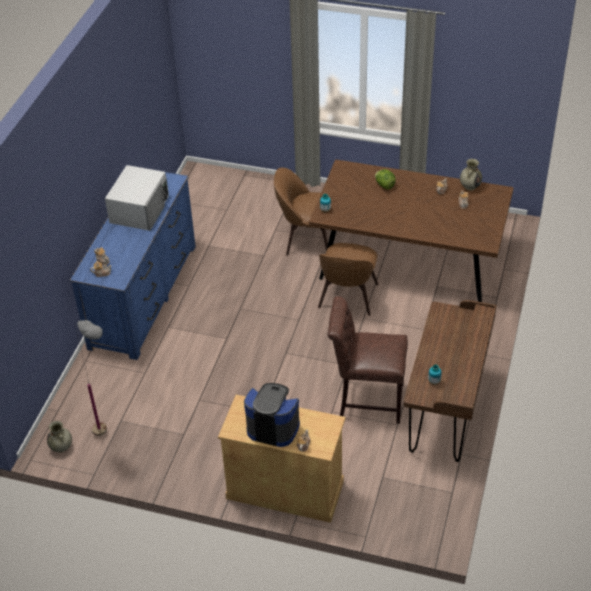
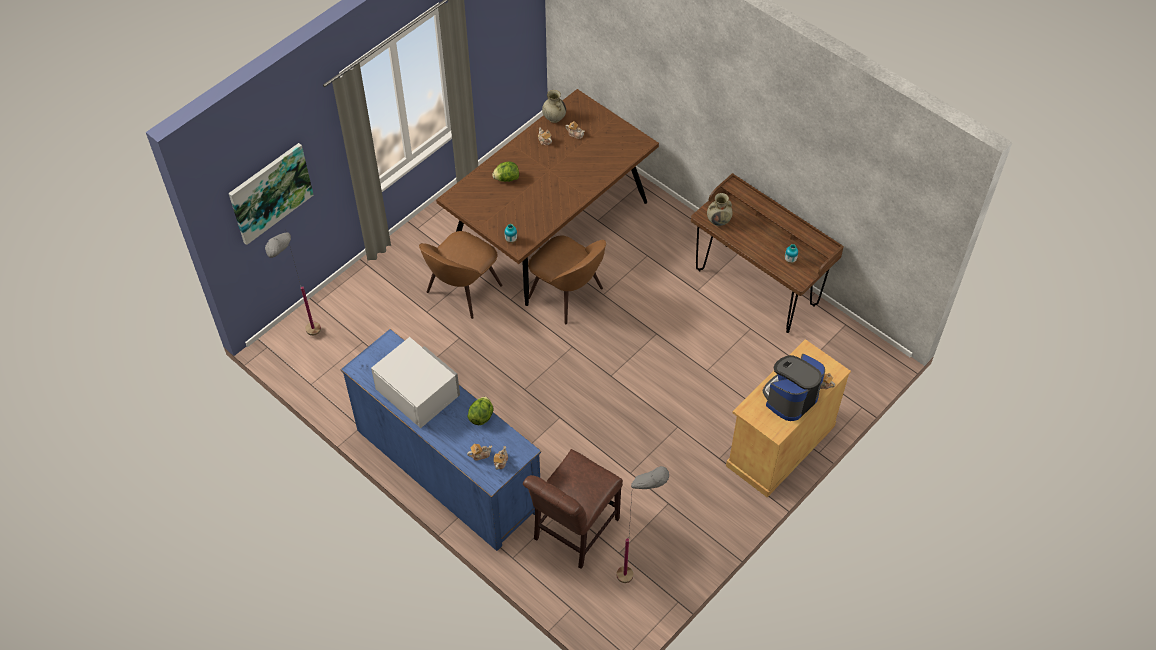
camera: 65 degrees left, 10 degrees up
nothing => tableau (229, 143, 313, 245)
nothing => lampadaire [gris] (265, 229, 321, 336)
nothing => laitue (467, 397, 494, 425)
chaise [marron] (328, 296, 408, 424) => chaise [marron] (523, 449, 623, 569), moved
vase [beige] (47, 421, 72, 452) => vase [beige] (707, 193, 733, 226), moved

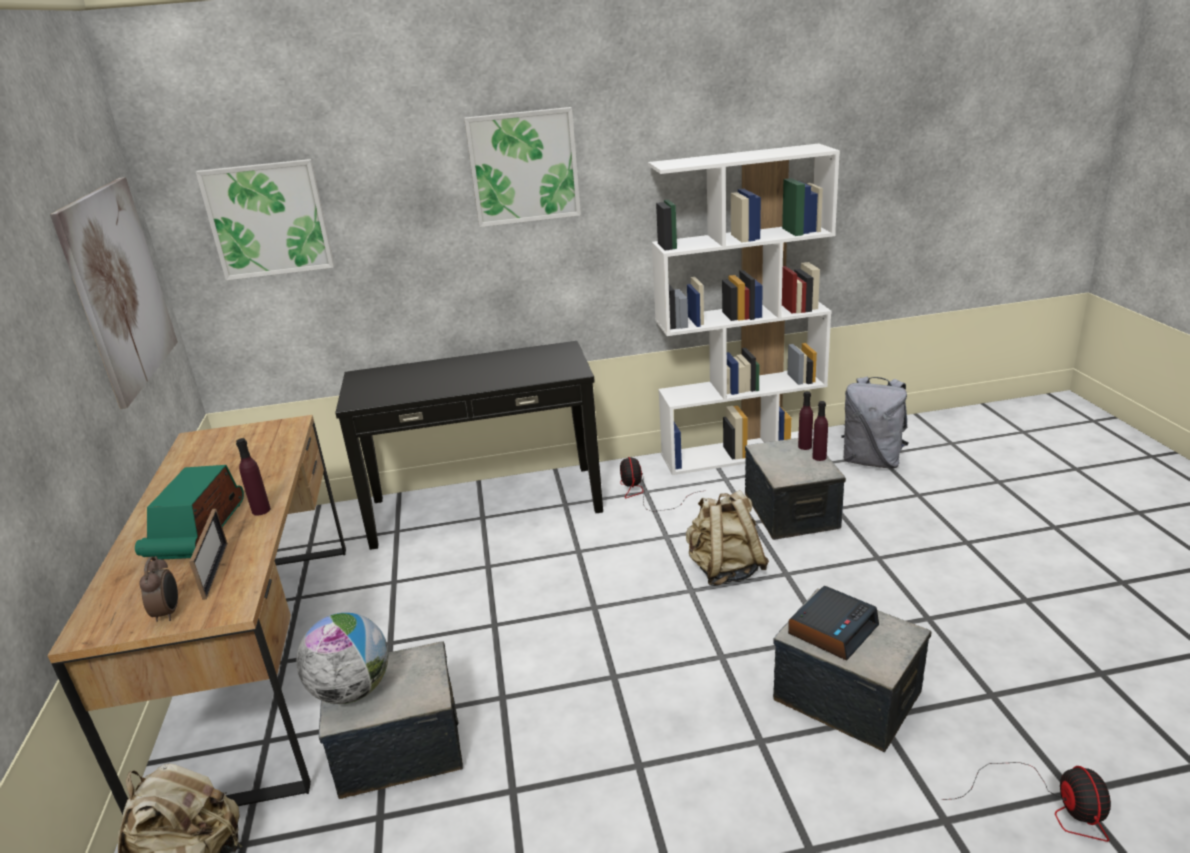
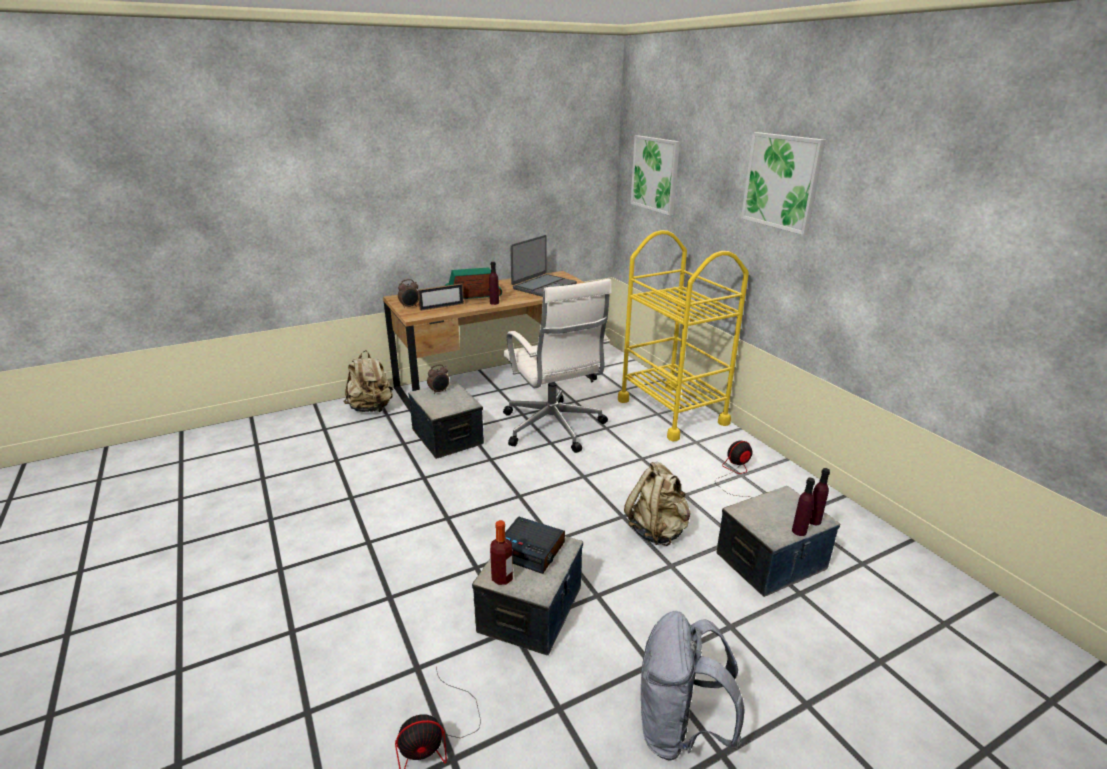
camera: 70 degrees right, 0 degrees up
globe (296, 613, 389, 704) => réveil (427, 364, 449, 394)
nothing => bouteille (490, 520, 513, 585)
nothing => chaise de bureau [blanc] (503, 279, 612, 453)
nothing => ordinateur portable (510, 235, 577, 297)
table console [noir] (335, 341, 603, 550) => chariot [jaune] (618, 230, 749, 442)
sac à dos [gris] (841, 377, 909, 469) => sac à dos [gris] (641, 611, 745, 761), moved
tableau (50, 177, 178, 409) => nothing
bibliothèque [blanc] (648, 144, 840, 475) => nothing

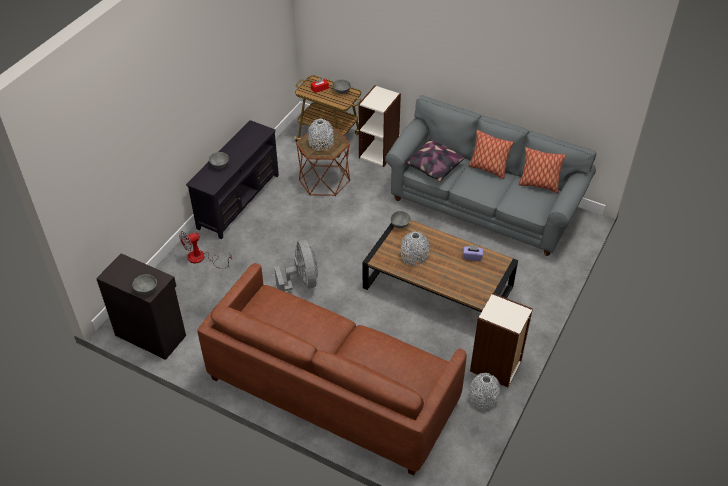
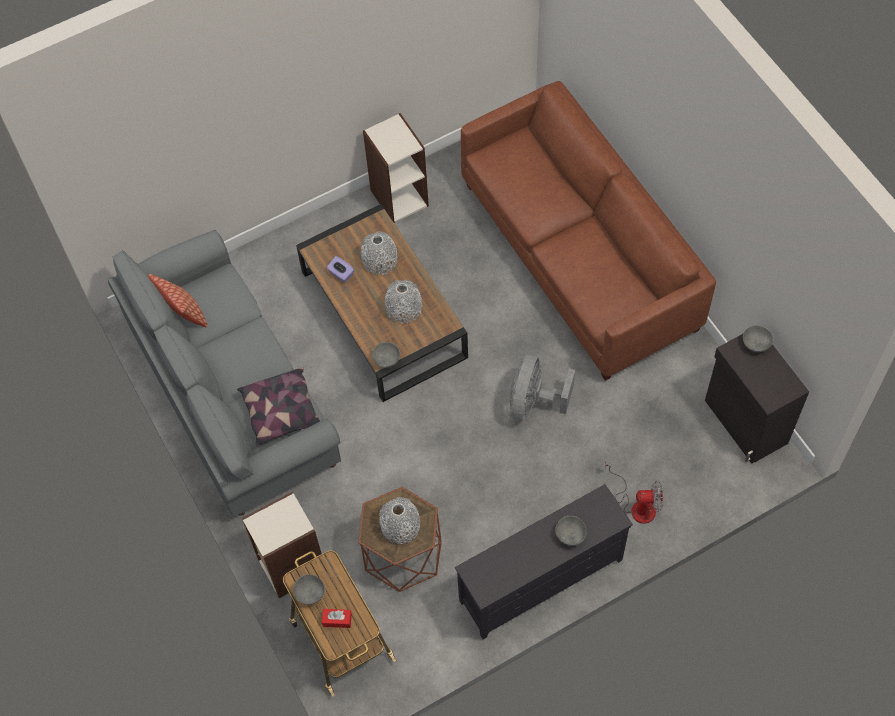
camera: 145 degrees left, 15 degrees up
vase [gris] (469, 373, 501, 410) => vase [gris] (361, 231, 397, 275), moved
coussin (469, 130, 514, 179) => nothing

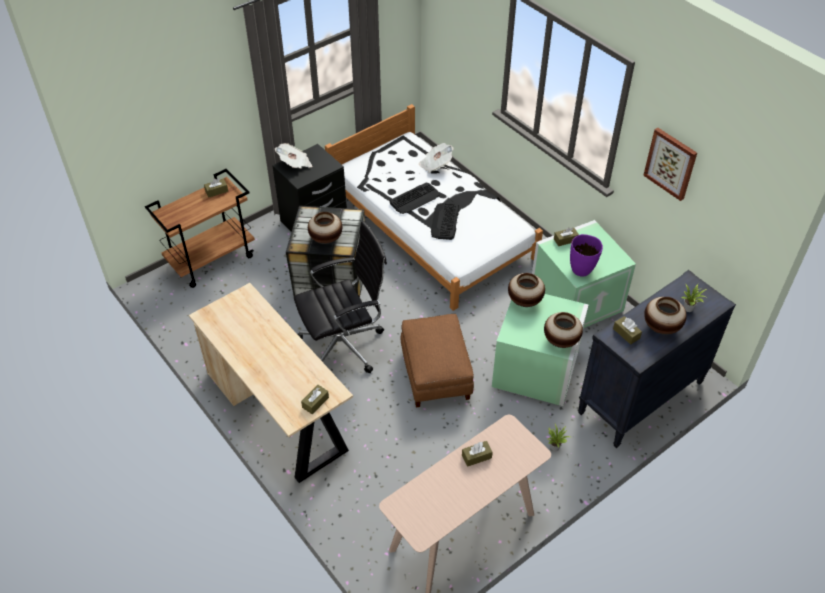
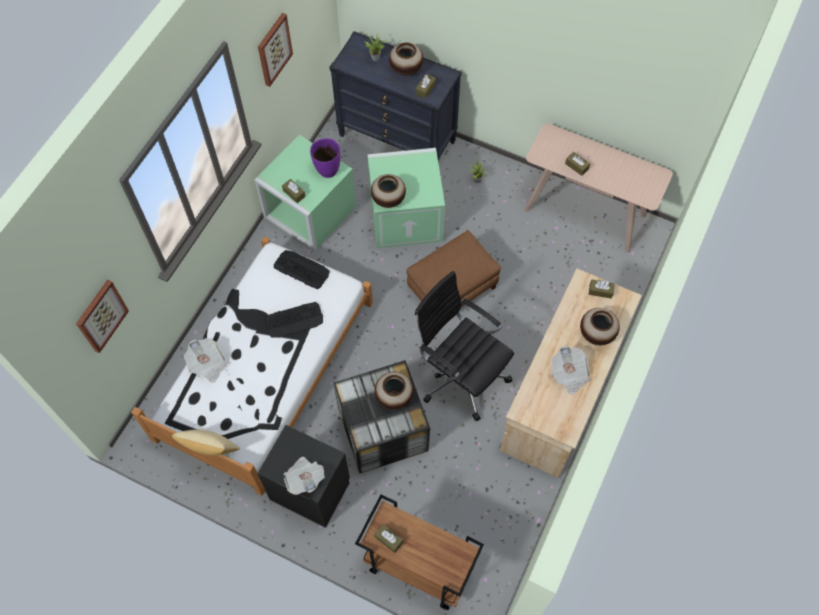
camera: 115 degrees left, 15 degrees up
nothing => tableau (76, 280, 129, 353)
nothing => coussin (172, 430, 240, 455)
clavier (390, 182, 440, 214) => clavier (274, 250, 330, 289), moved
nothing => journal (551, 345, 590, 395)
vase (544, 312, 583, 348) => vase (580, 308, 620, 345), moved

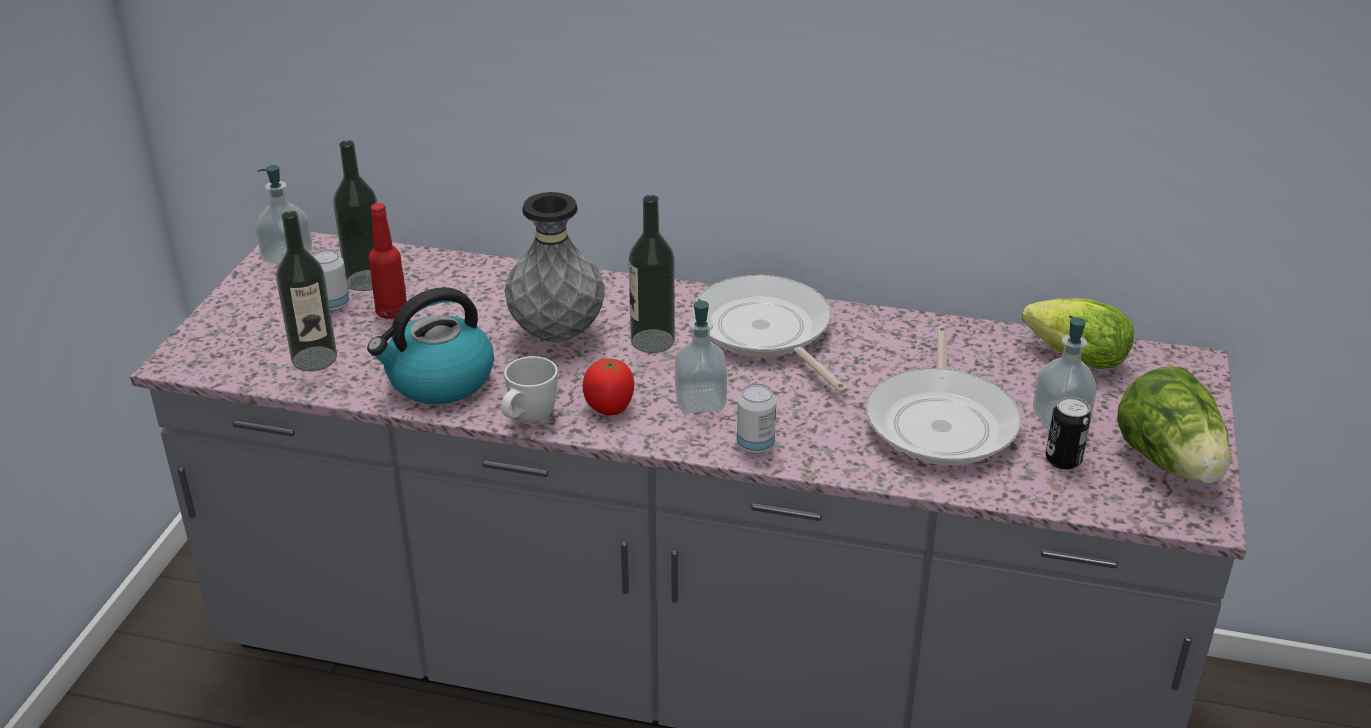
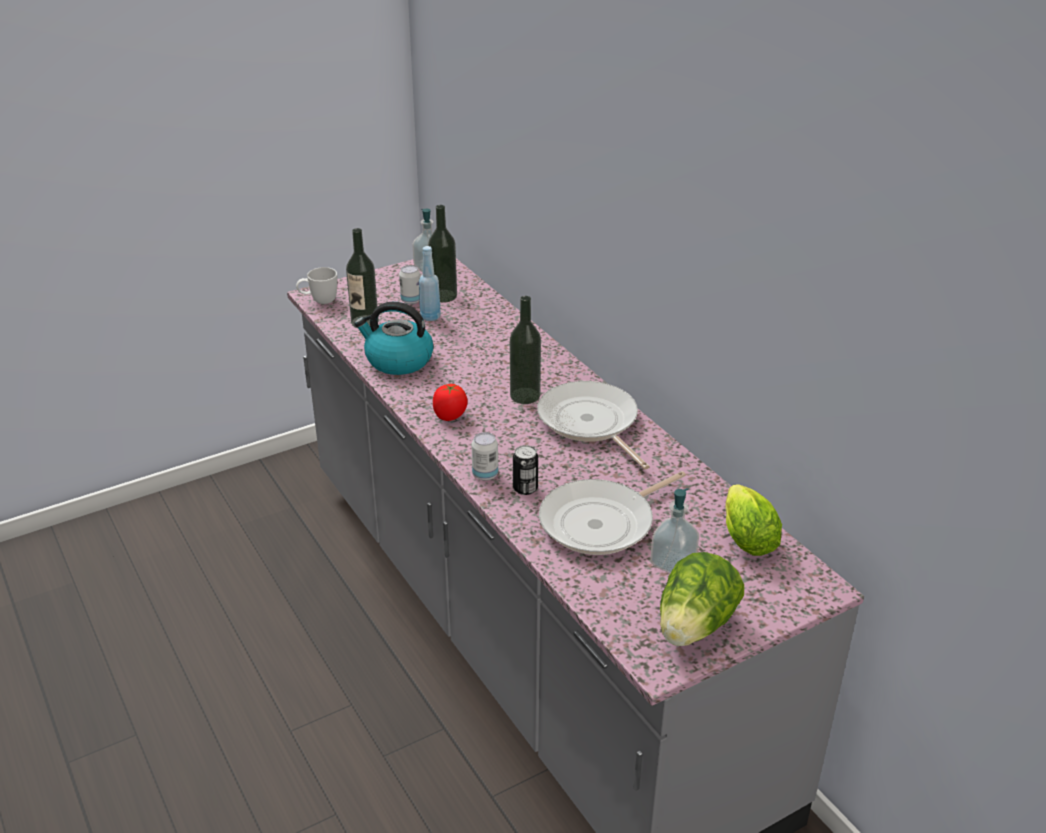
camera: 45 degrees right, 0 degrees up
mug [blanc] (501, 356, 558, 422) => mug [blanc] (296, 267, 337, 304), moved
bouteille [rouge] (369, 203, 407, 319) => bouteille [bleu] (419, 246, 441, 321)
boîte métallique (1046, 397, 1091, 469) => boîte métallique (513, 445, 538, 495), moved
poêle (692, 275, 848, 394) => poêle (537, 381, 650, 470), 45 degrees counterclockwise
vase [gris] (505, 192, 605, 342) => nothing
distributeur de savon (675, 299, 727, 413) => nothing

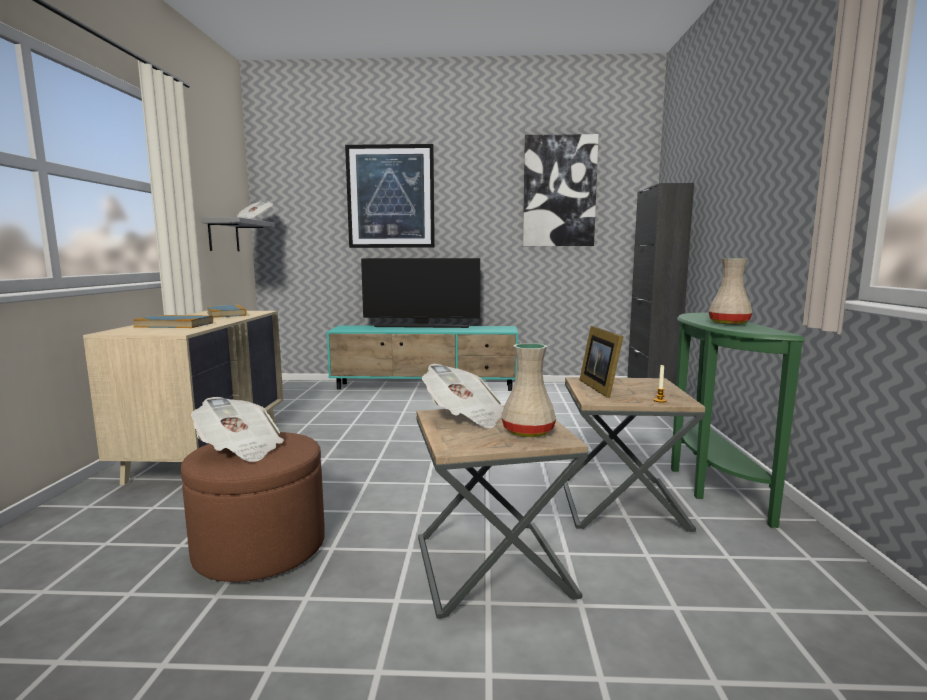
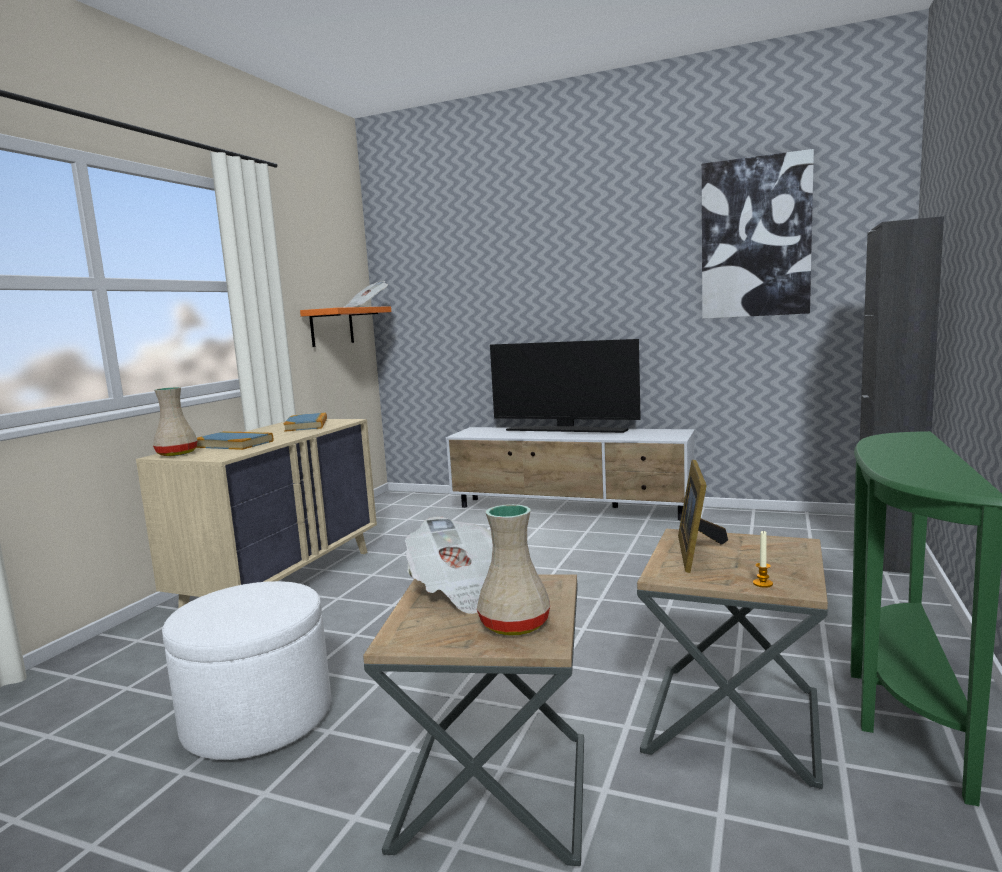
camera: 20 degrees right, 0 degrees up
vase [beige] (708, 258, 752, 325) => vase [beige] (153, 387, 198, 456), moved
pouf [marron] (181, 432, 325, 582) => pouf [blanc] (162, 581, 331, 760)
étagère [gris] (201, 217, 275, 251) => étagère [orange] (300, 306, 391, 347)
meuble télé [turquoise] (326, 325, 518, 391) => meuble télé [blanc] (446, 427, 695, 520)
journal (191, 397, 284, 462) => nothing
tableau (345, 144, 435, 248) => nothing

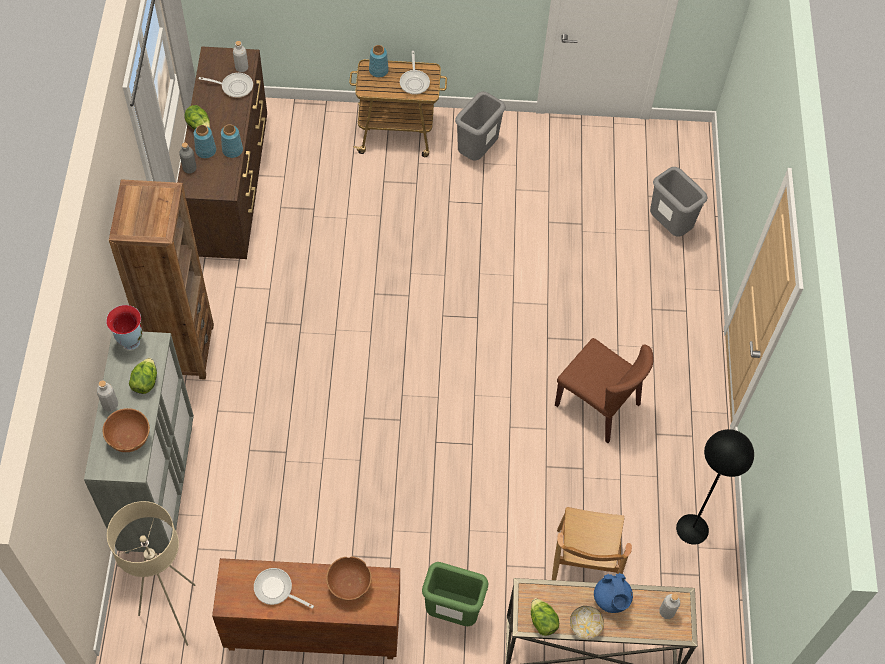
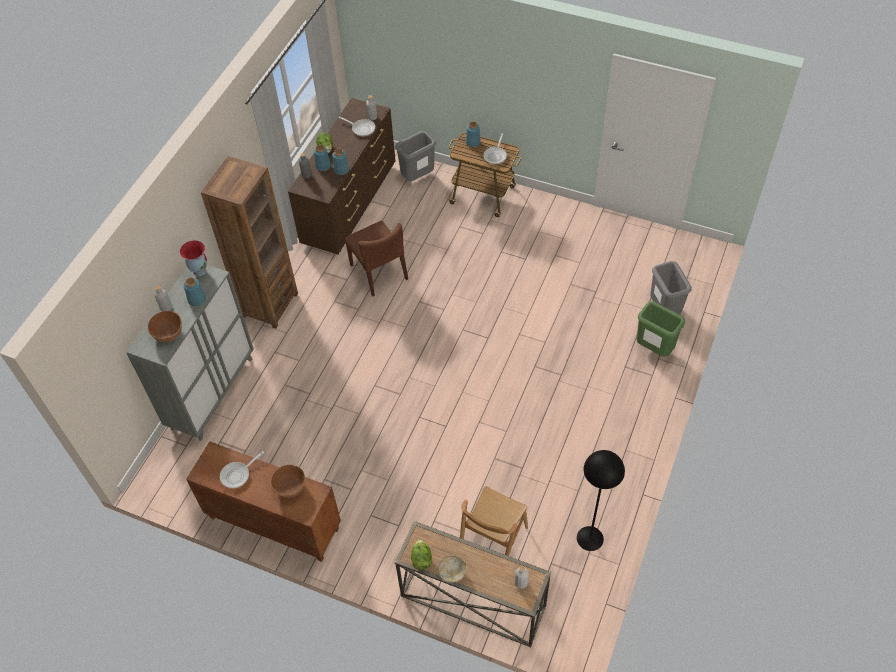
camera: 25 degrees right, 5 degrees down
laitue (129, 358, 157, 394) => vase [bleu] (183, 277, 206, 306)
poêle (254, 568, 314, 609) => poêle (220, 451, 264, 488), 90 degrees counterclockwise
chaise [marron] (555, 338, 654, 443) => chaise [marron] (344, 221, 408, 297), moved
poubelle [gris] (455, 92, 506, 160) => poubelle [gris] (395, 131, 436, 181), moved
poubelle [vert] (422, 562, 488, 626) => poubelle [vert] (637, 301, 685, 357), moved
lampadaire [beige] (107, 501, 195, 646) => nothing
théière [bleu] (594, 573, 633, 613) => nothing

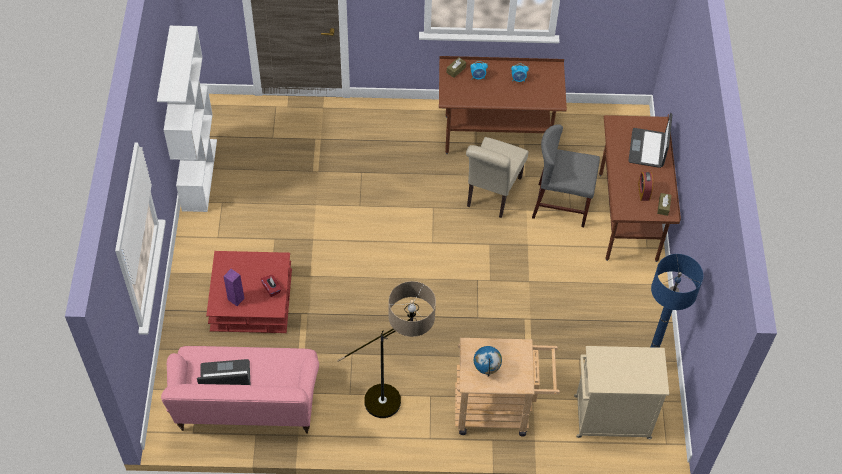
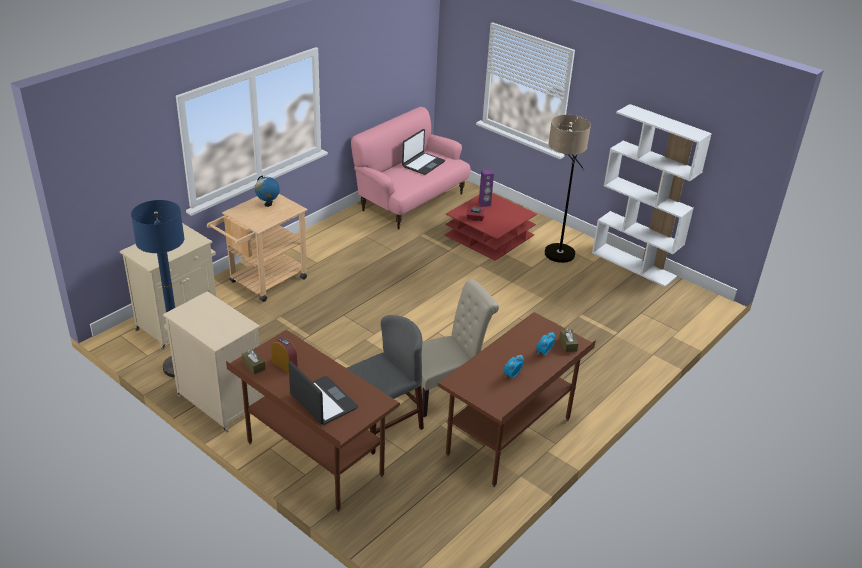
camera: 130 degrees right, 20 degrees down
nothing => meuble de rangement [beige] (163, 291, 264, 433)
chaise [beige] (466, 137, 529, 218) => chaise [beige] (422, 280, 499, 417), 90 degrees clockwise
lampadaire (337, 281, 436, 418) => lampadaire (545, 115, 591, 263), moved

